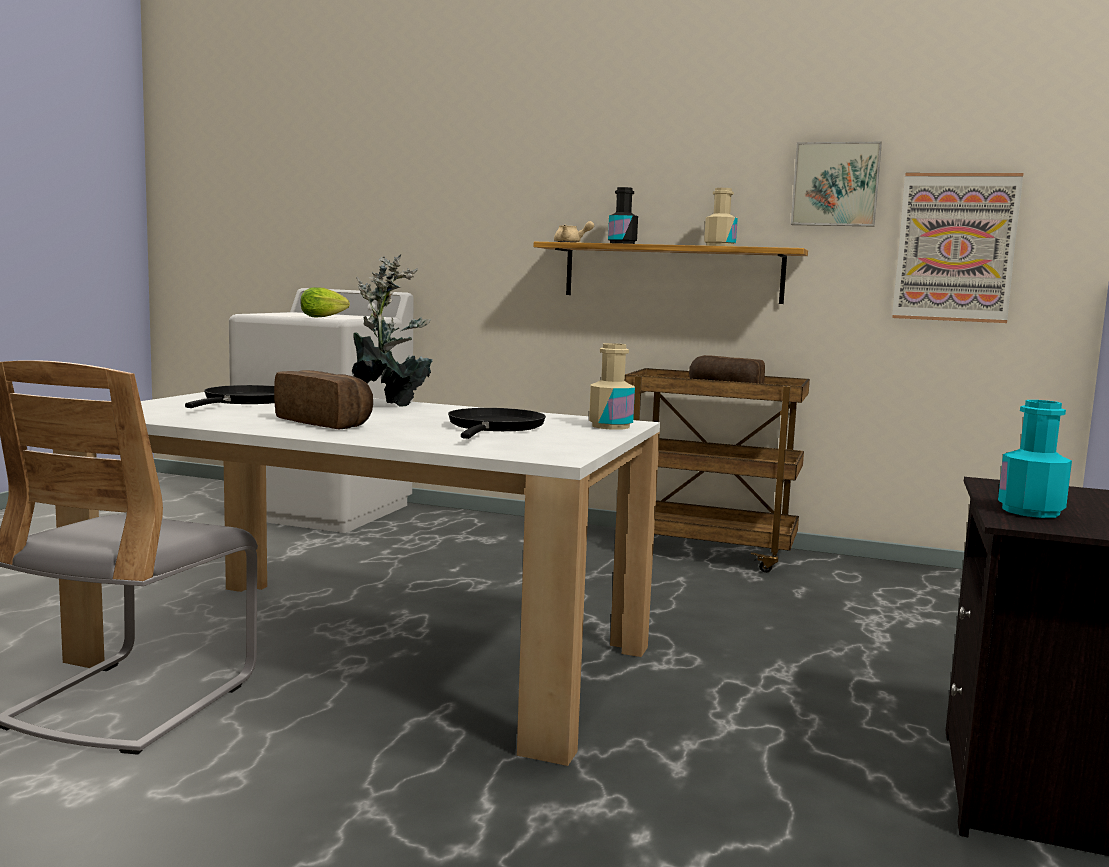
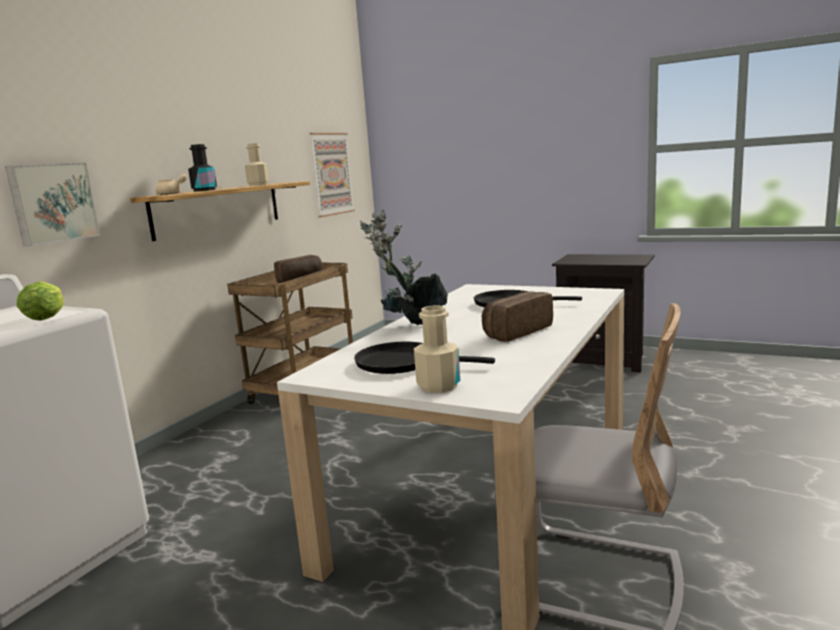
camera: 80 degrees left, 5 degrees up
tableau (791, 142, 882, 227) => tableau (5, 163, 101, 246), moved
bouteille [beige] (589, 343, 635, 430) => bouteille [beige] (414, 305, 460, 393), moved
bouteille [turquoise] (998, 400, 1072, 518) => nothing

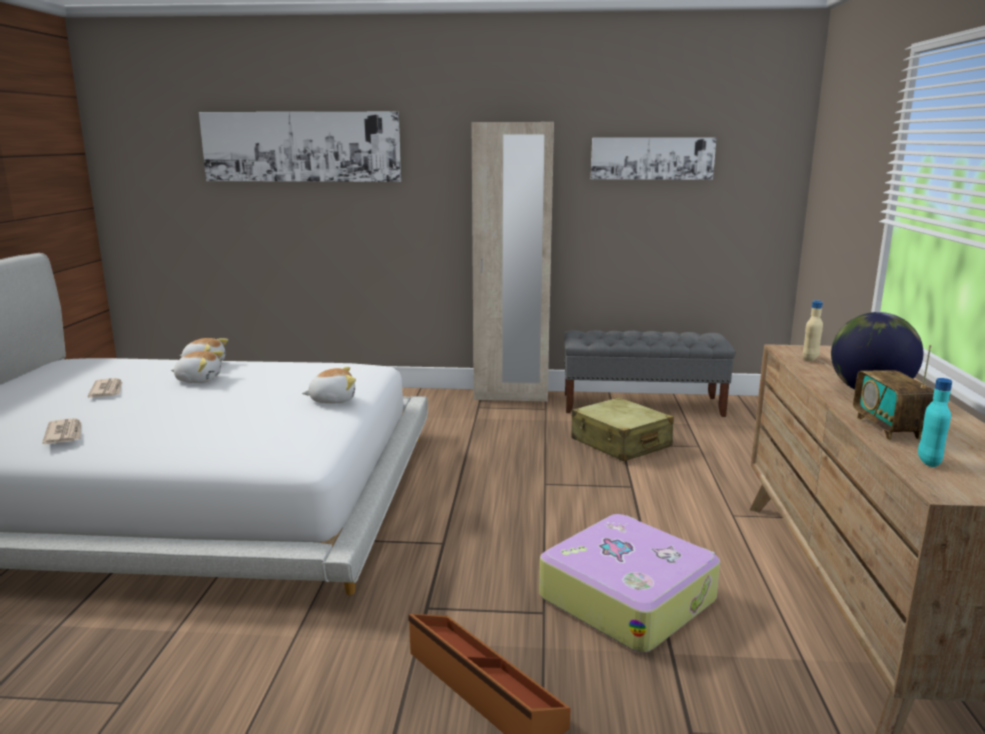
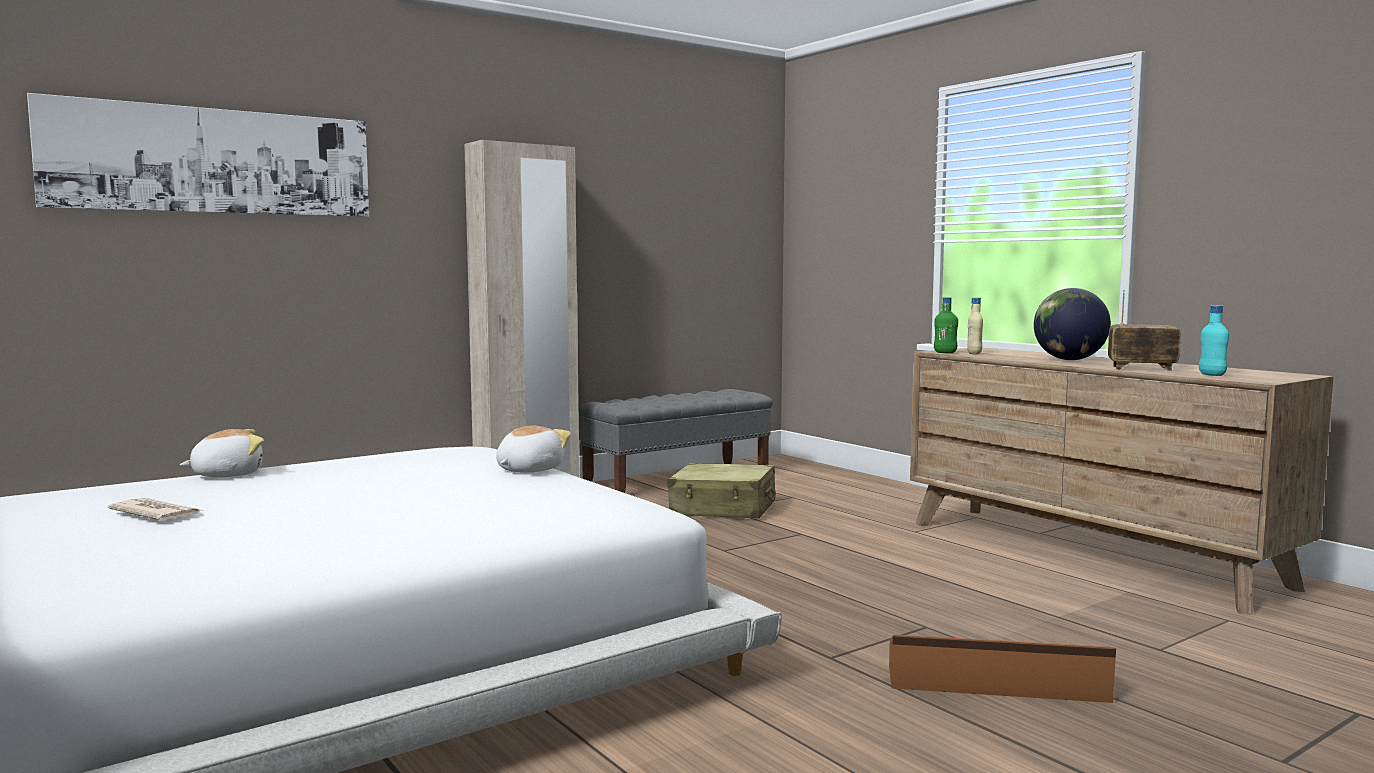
camera: 40 degrees left, 10 degrees down
nothing => bouteille [vert] (934, 297, 958, 353)
radio (853, 345, 934, 440) => radio (1108, 290, 1181, 371), 150 degrees clockwise
journal (42, 418, 81, 444) => nothing
peluche (171, 351, 224, 383) => nothing
valise (539, 514, 720, 653) => nothing
tableau (591, 137, 717, 180) => nothing

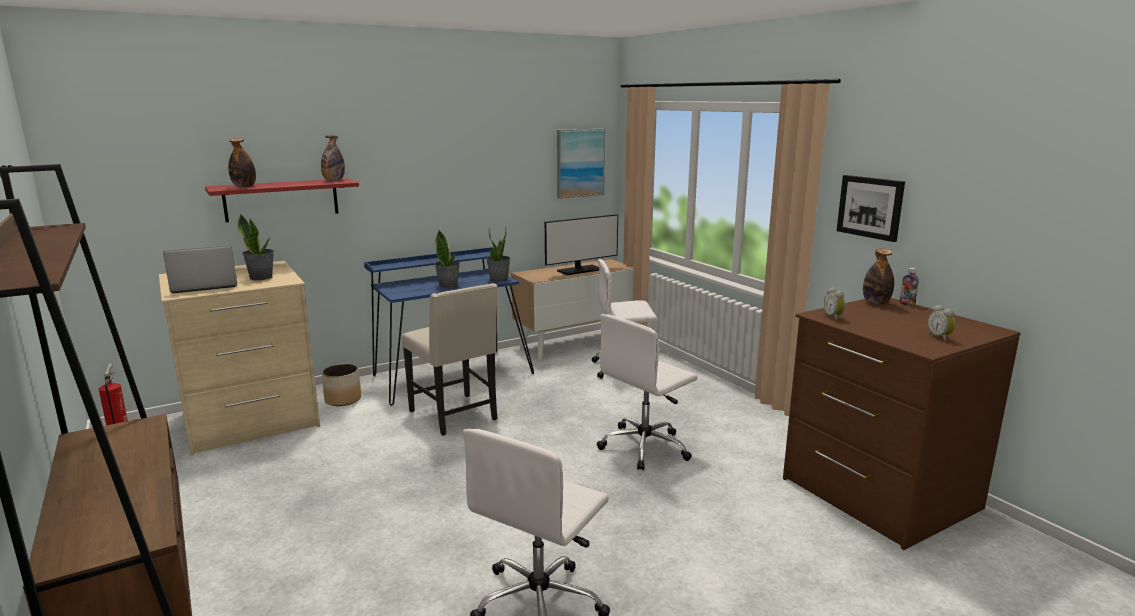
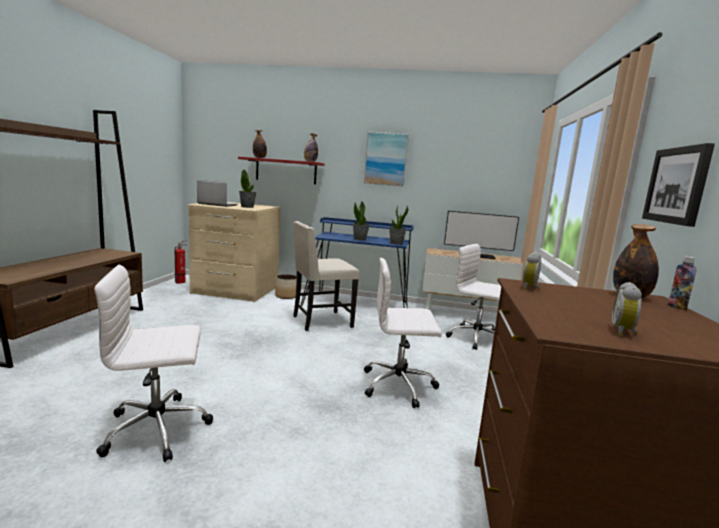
camera: 40 degrees right, 5 degrees down
chaise [beige] (402, 283, 497, 436) => chaise [beige] (293, 221, 359, 331), 60 degrees clockwise
tableau (557, 129, 605, 199) => tableau (364, 132, 409, 186), moved

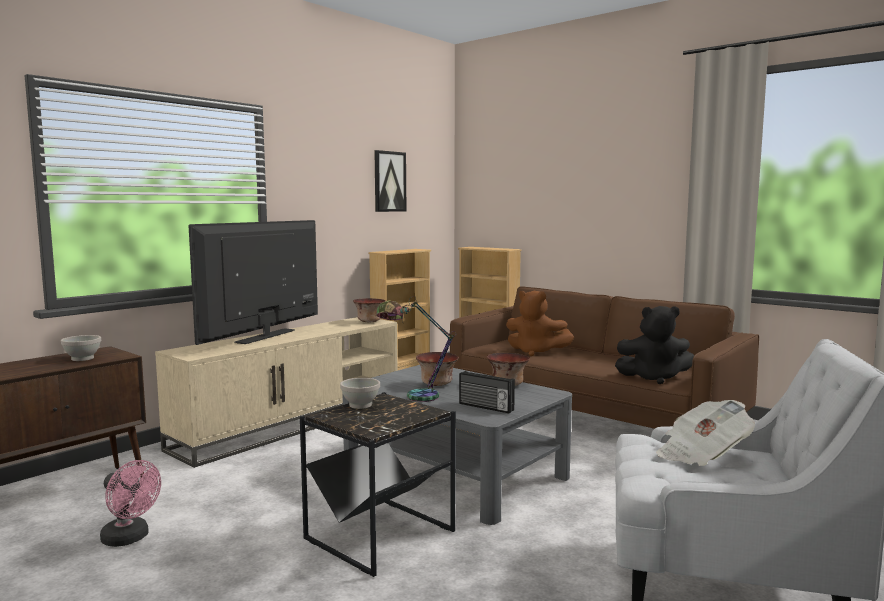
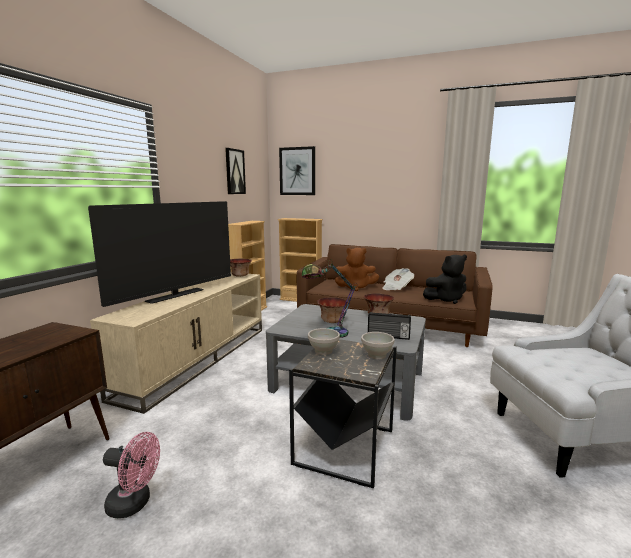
camera: 20 degrees left, 5 degrees up
téléviseur (189, 220, 318, 345) => téléviseur (88, 201, 231, 307), 150 degrees counterclockwise
nothing => tableau (279, 146, 315, 195)
bol [blanc] (61, 335, 101, 361) => bol [blanc] (361, 332, 394, 359), moved
journal (656, 400, 755, 466) => journal (382, 268, 414, 290), moved

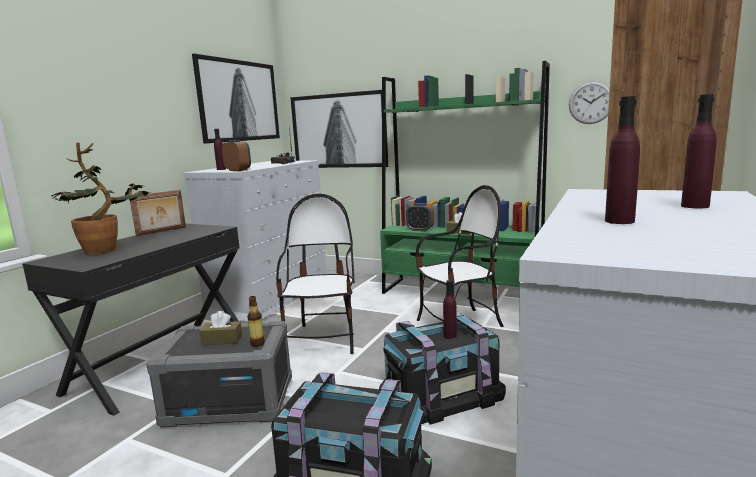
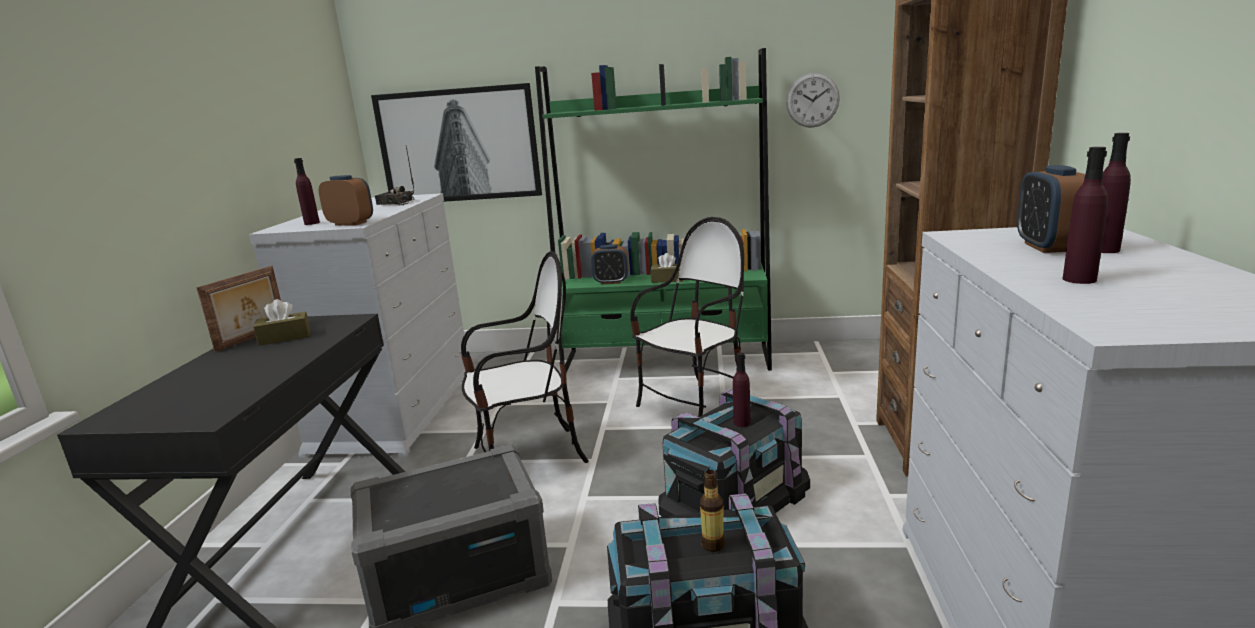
camera: 20 degrees left, 5 degrees up
boîte à mouchoirs [marron] (199, 311, 242, 345) => boîte à mouchoirs [marron] (253, 299, 310, 346), moved
chaise (276, 194, 355, 354) => chaise (461, 251, 589, 463), 90 degrees clockwise
bouteille (247, 296, 265, 347) => bouteille (700, 470, 725, 552), moved
nothing => réveil (1017, 165, 1085, 253)
plante en pot (52, 142, 150, 255) => nothing
tableau (192, 53, 280, 144) => nothing

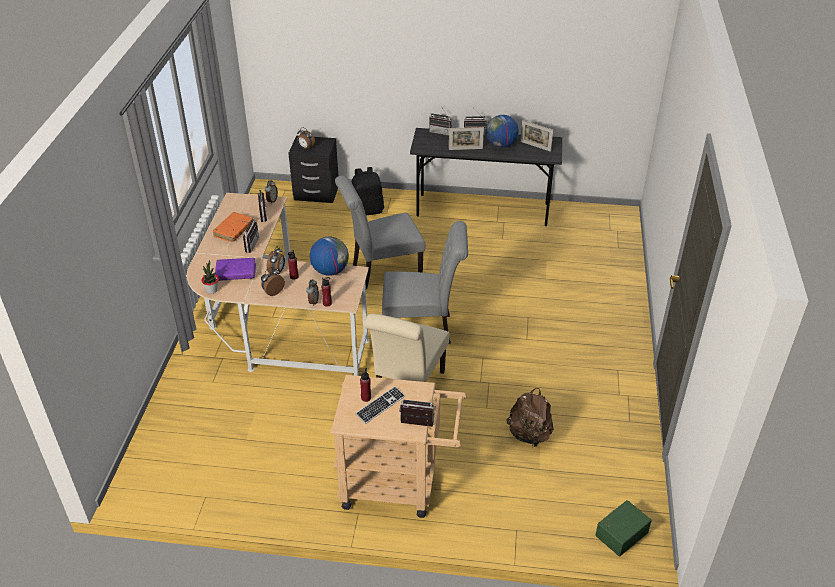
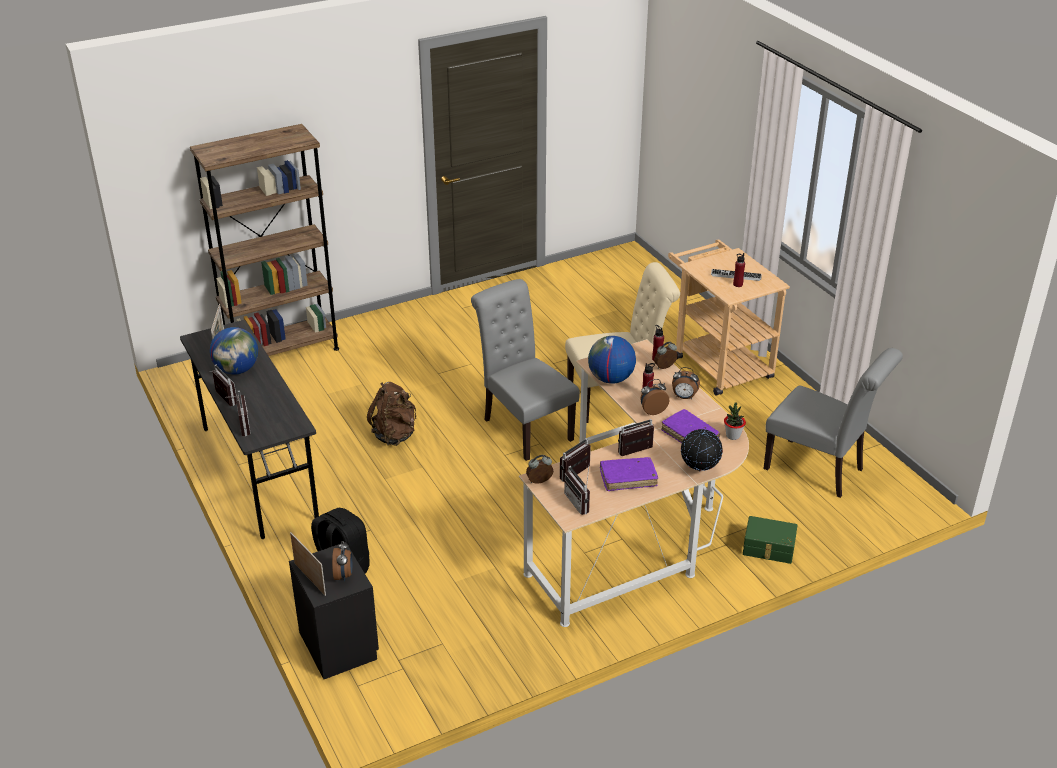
camera: 125 degrees left, 5 degrees down
nothing => bibliothèque [marron] (190, 124, 339, 356)
cadre photo (449, 127, 484, 150) => cadre photo (290, 532, 326, 596), moved
sac à dos [marron] (506, 388, 554, 448) => sac à dos [marron] (367, 382, 416, 446), moved
radio (399, 399, 434, 427) => radio (564, 462, 590, 515), moved
livre [orange] (212, 212, 252, 242) => livre [violet] (600, 457, 658, 491)
nothing => globe (680, 429, 723, 472)
boîte de rangement [vert] (595, 500, 652, 556) => boîte de rangement [vert] (743, 516, 798, 564), moved
chaise [gris] (335, 175, 425, 289) => chaise [gris] (764, 348, 903, 498), moved

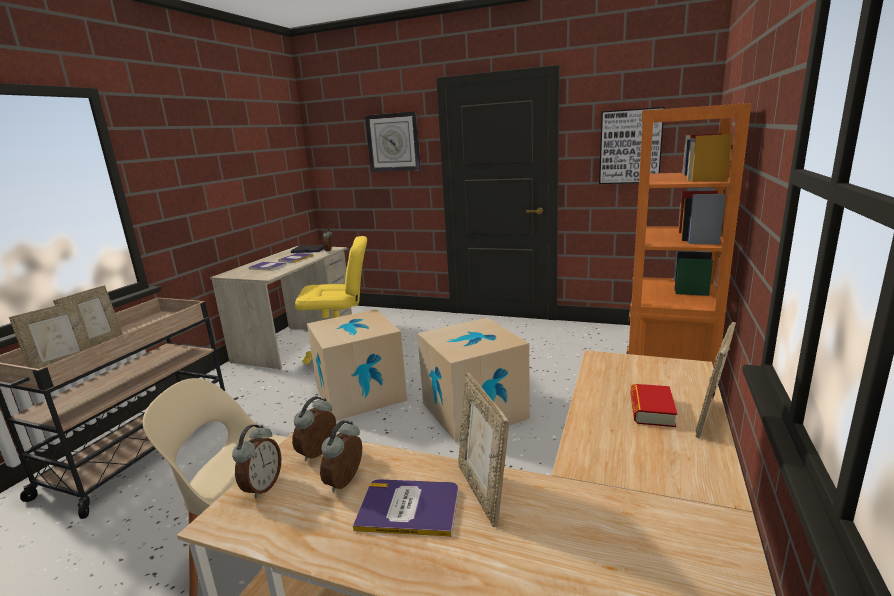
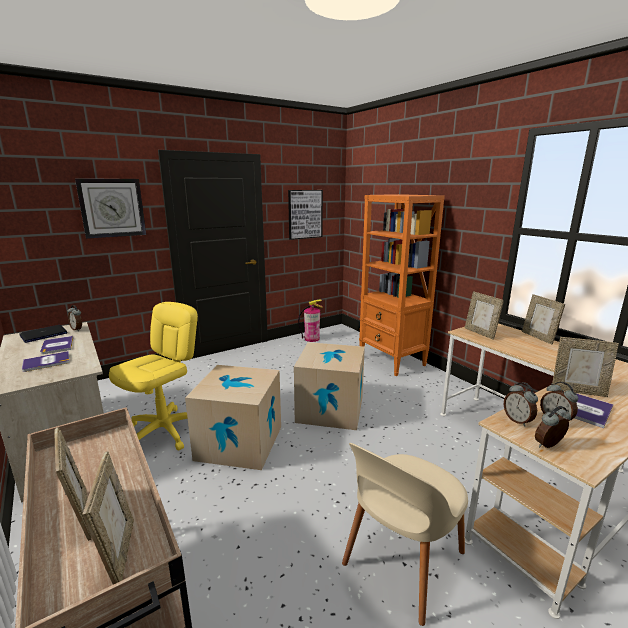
camera: 55 degrees left, 0 degrees up
nothing => extincteur (298, 300, 323, 342)
nothing => cadre photo (465, 291, 504, 340)
réveil (232, 425, 281, 499) => réveil (535, 406, 571, 448), 75 degrees counterclockwise
livre (630, 384, 677, 427) => nothing

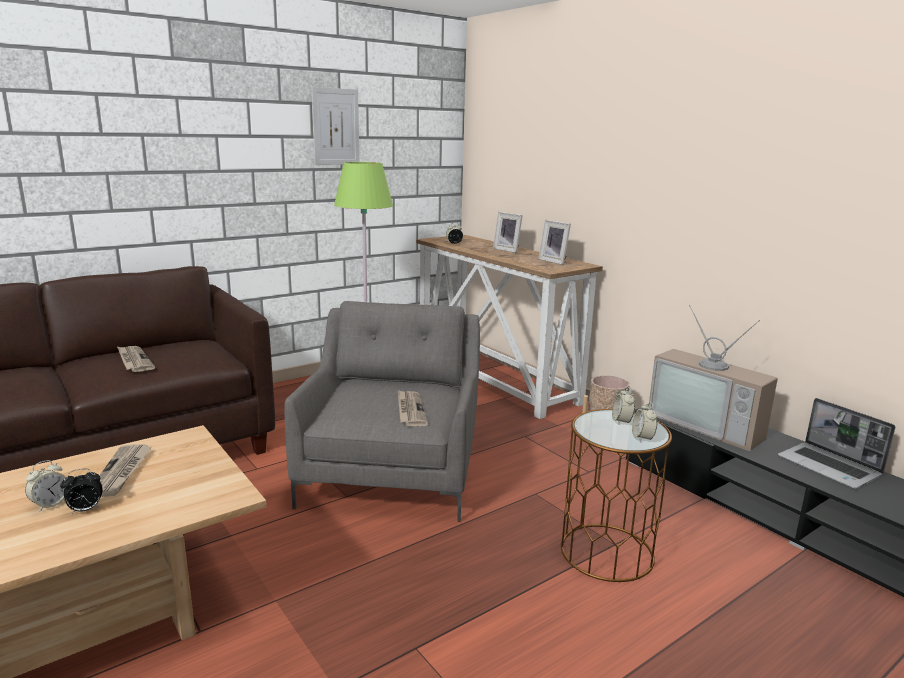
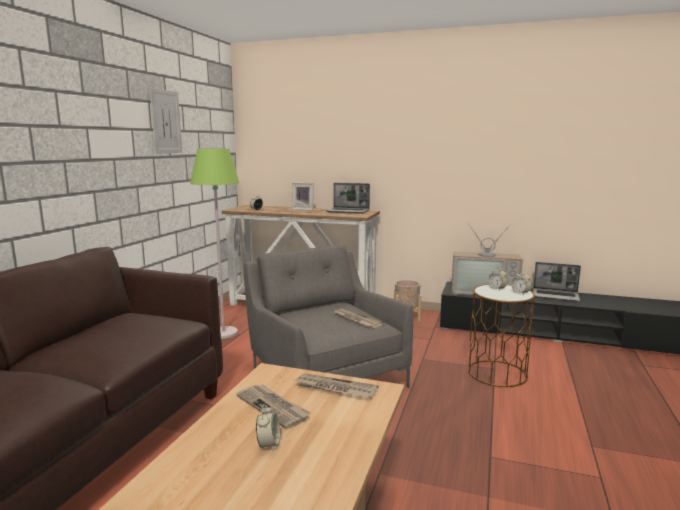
camera: 35 degrees left, 5 degrees down
journal (117, 346, 155, 372) => journal (295, 373, 379, 398), moved
cadre photo (538, 220, 571, 265) => ordinateur portable (326, 183, 370, 214)
réveil (60, 469, 103, 514) => nothing

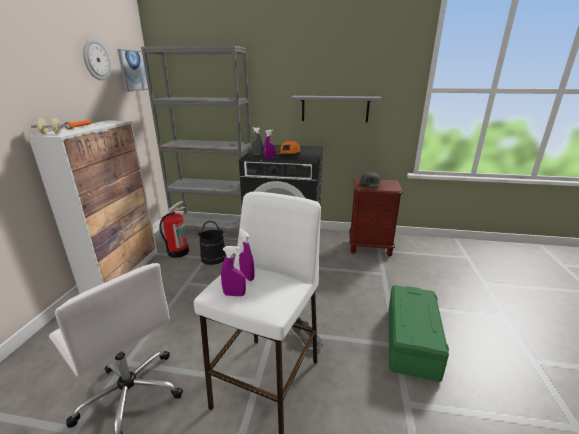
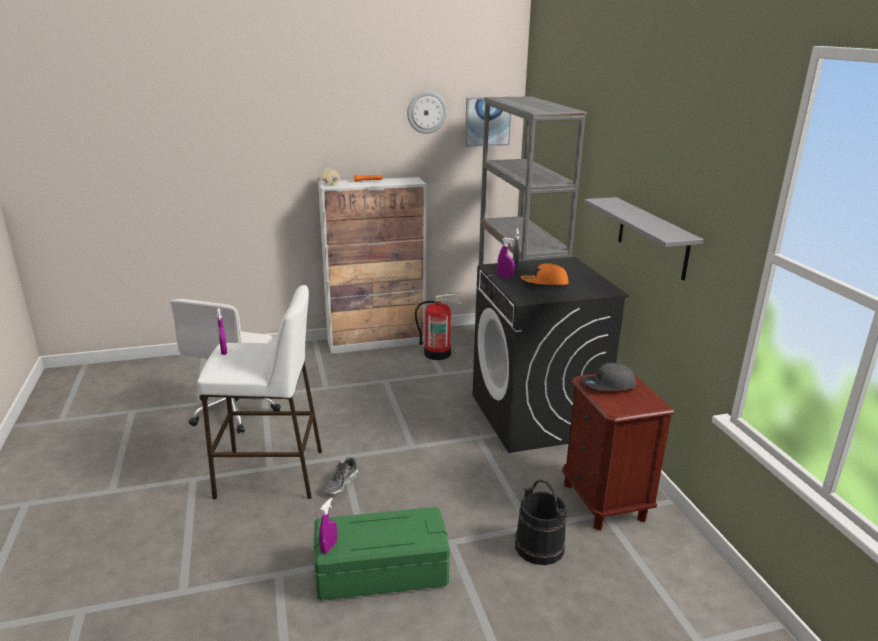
camera: 65 degrees right, 0 degrees up
vaporisateur [violet] (239, 228, 255, 281) => vaporisateur [violet] (319, 498, 337, 554), moved
seau [noir] (197, 221, 226, 265) => seau [noir] (515, 479, 566, 565), moved

